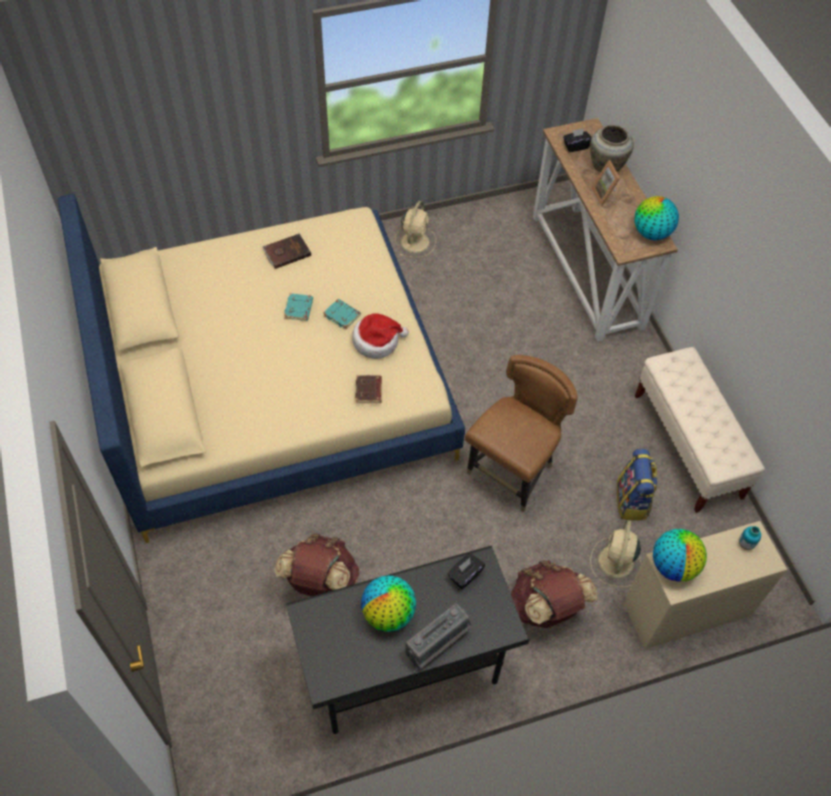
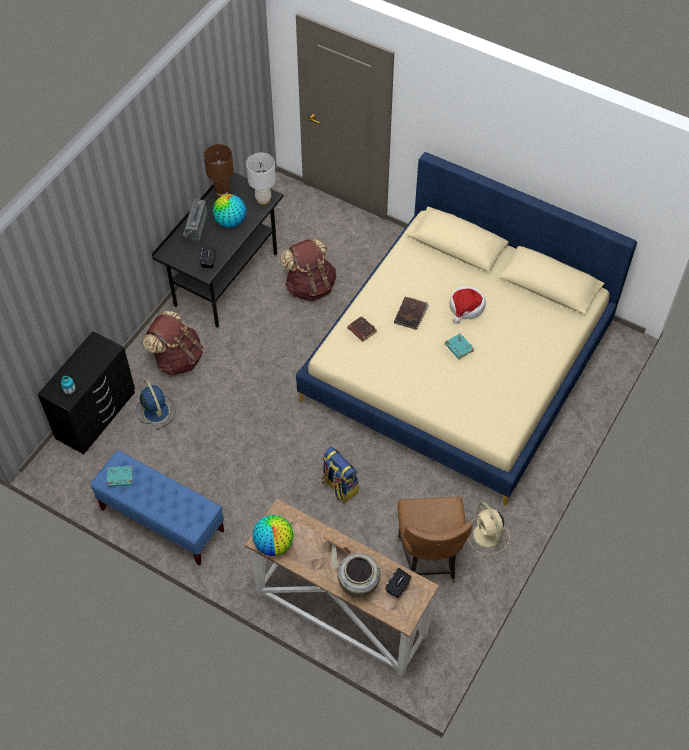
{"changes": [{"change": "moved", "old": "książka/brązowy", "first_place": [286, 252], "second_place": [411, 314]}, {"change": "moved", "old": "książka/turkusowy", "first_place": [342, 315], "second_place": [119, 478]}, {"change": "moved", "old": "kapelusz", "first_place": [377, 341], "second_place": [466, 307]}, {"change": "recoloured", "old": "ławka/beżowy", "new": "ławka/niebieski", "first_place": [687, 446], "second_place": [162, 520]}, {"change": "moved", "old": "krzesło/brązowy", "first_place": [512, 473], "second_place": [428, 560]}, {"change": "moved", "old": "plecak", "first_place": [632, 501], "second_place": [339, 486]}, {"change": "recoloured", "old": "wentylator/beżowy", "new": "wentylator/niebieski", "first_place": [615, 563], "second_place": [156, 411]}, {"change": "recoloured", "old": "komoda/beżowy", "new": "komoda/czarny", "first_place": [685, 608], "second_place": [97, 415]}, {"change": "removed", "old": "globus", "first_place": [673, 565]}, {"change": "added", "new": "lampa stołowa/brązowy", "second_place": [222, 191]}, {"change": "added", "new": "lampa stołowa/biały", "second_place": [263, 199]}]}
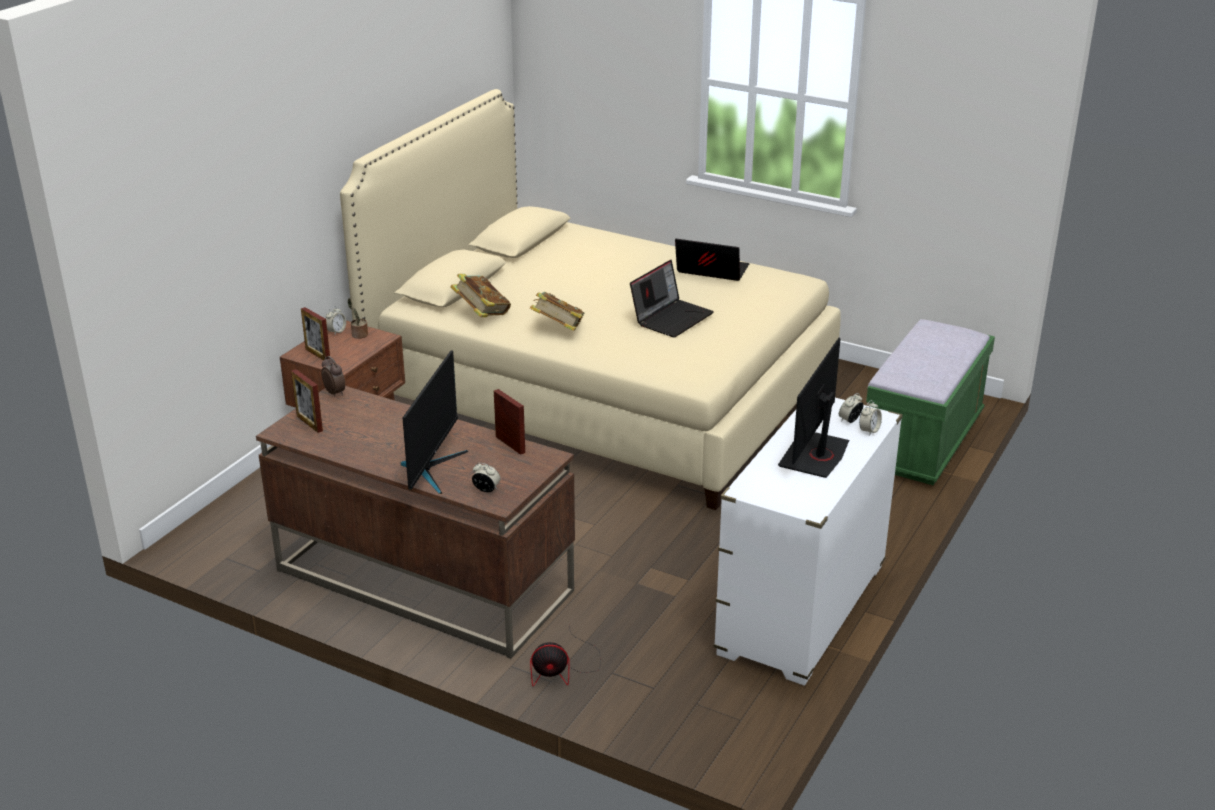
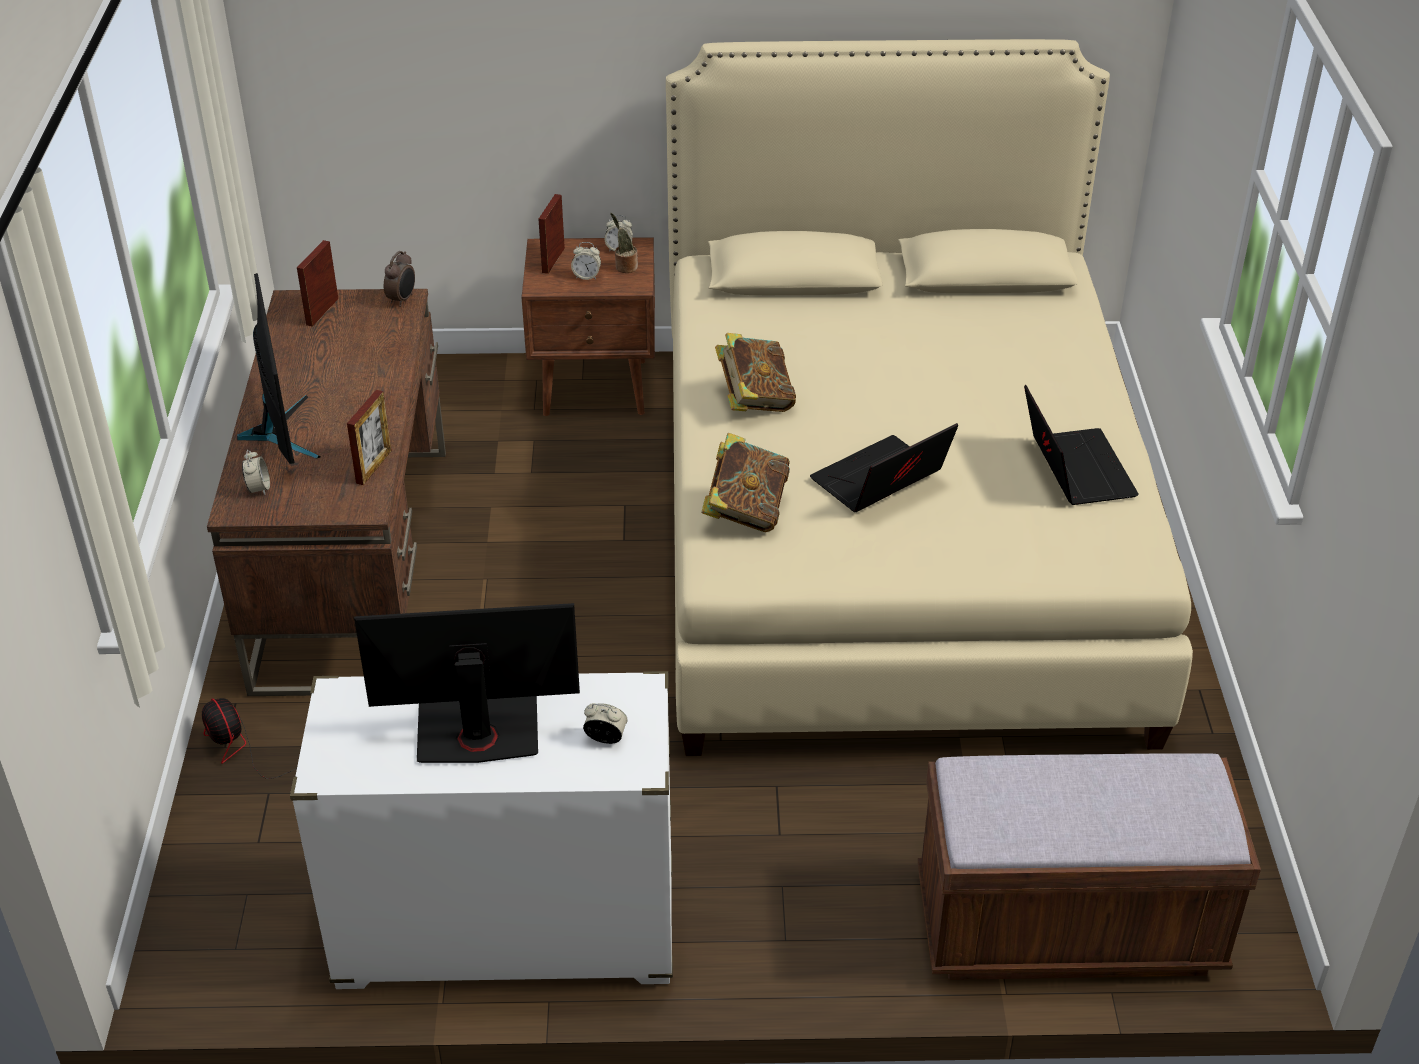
{"changes": [{"change": "turned", "old": "laptop", "first_place": [671, 317], "second_place": [880, 482], "degrees": 135}, {"change": "moved", "old": "książka", "first_place": [481, 314], "second_place": [745, 511]}, {"change": "recoloured", "old": "ławka/zielony", "new": "ławka/brązowy", "first_place": [923, 443], "second_place": [1067, 927]}, {"change": "turned", "old": "monitor", "first_place": [431, 468], "second_place": [280, 431], "degrees": -90}, {"change": "moved", "old": "budzik", "first_place": [869, 431], "second_place": [586, 276]}]}
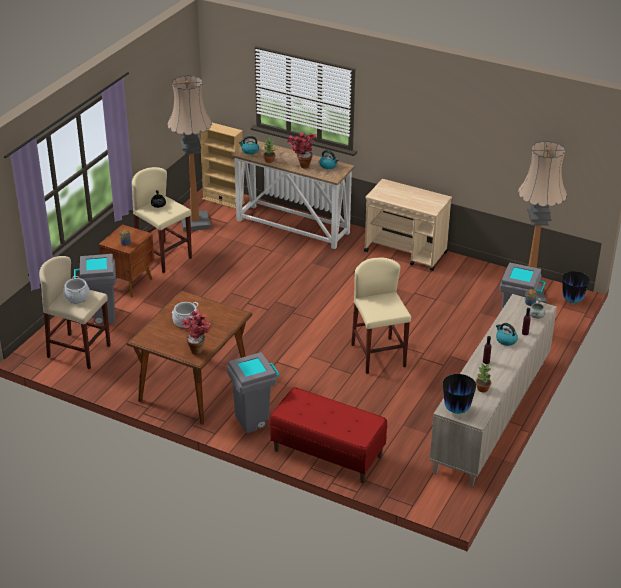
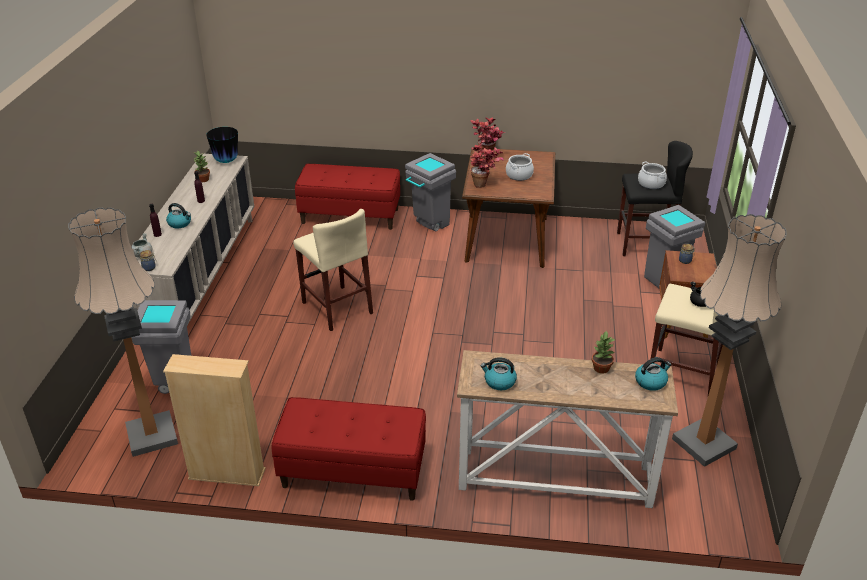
{"changes": [{"change": "moved", "old": "regał/beżowy", "first_place": [223, 201], "second_place": [227, 474]}, {"change": "moved", "old": "roślina doniczkowa", "first_place": [301, 165], "second_place": [484, 185]}, {"change": "replaced", "old": "wózek/beżowy", "new": "ławka/czerwony", "first_place": [406, 252], "second_place": [353, 472]}, {"change": "recoloured", "old": "stołek/beżowy", "new": "stołek/czarny", "first_place": [79, 351], "second_place": [645, 244]}, {"change": "removed", "old": "wazon", "first_place": [572, 300]}]}
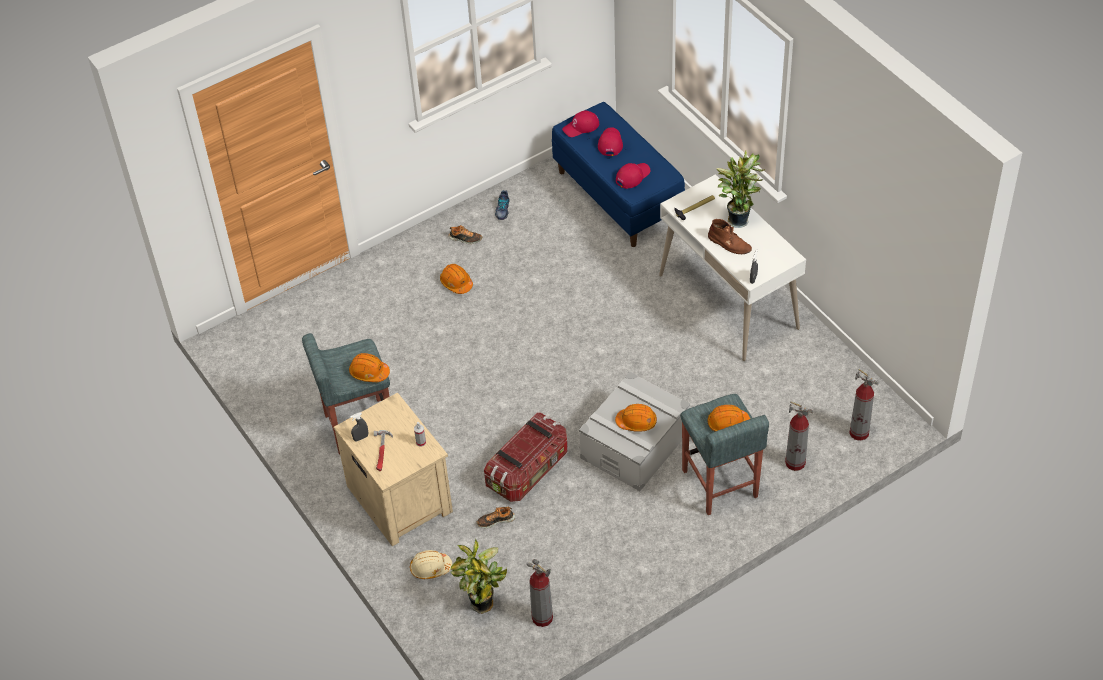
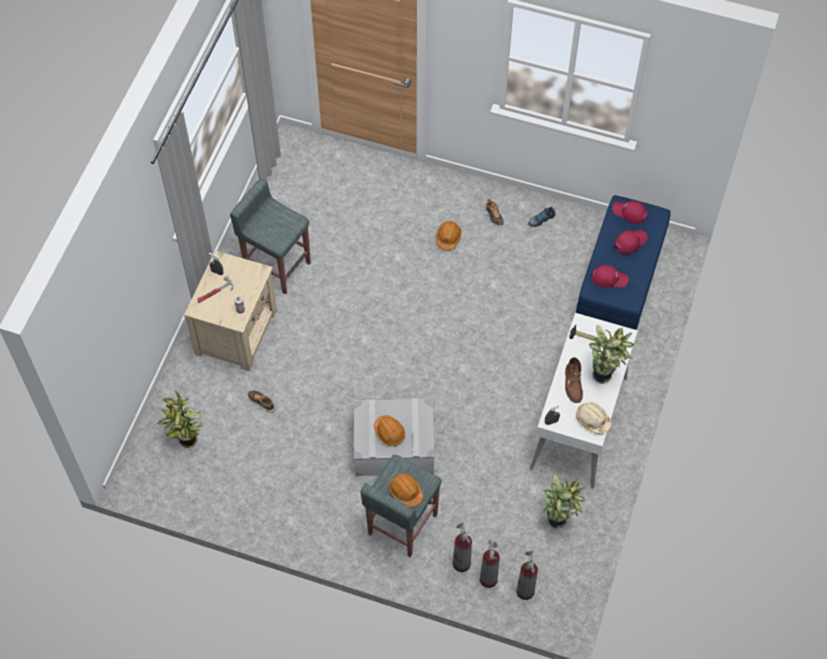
{"changes": [{"change": "removed", "old": "kask/pomarańczowy", "first_place": [369, 372]}, {"change": "removed", "old": "pojemnik do przechowywania", "first_place": [528, 470]}, {"change": "moved", "old": "kask/beżowy", "first_place": [430, 568], "second_place": [592, 420]}, {"change": "moved", "old": "gaśnica", "first_place": [542, 617], "second_place": [488, 579]}, {"change": "added", "new": "roślina doniczkowa", "second_place": [558, 519]}]}
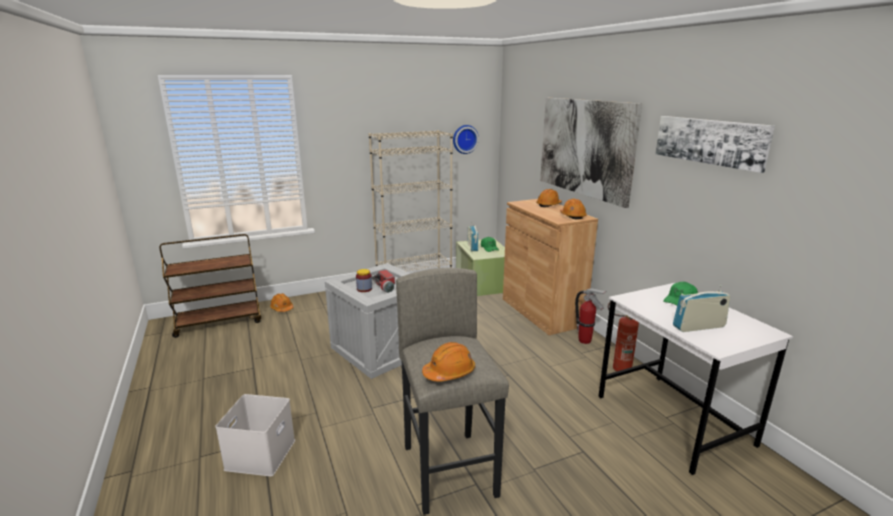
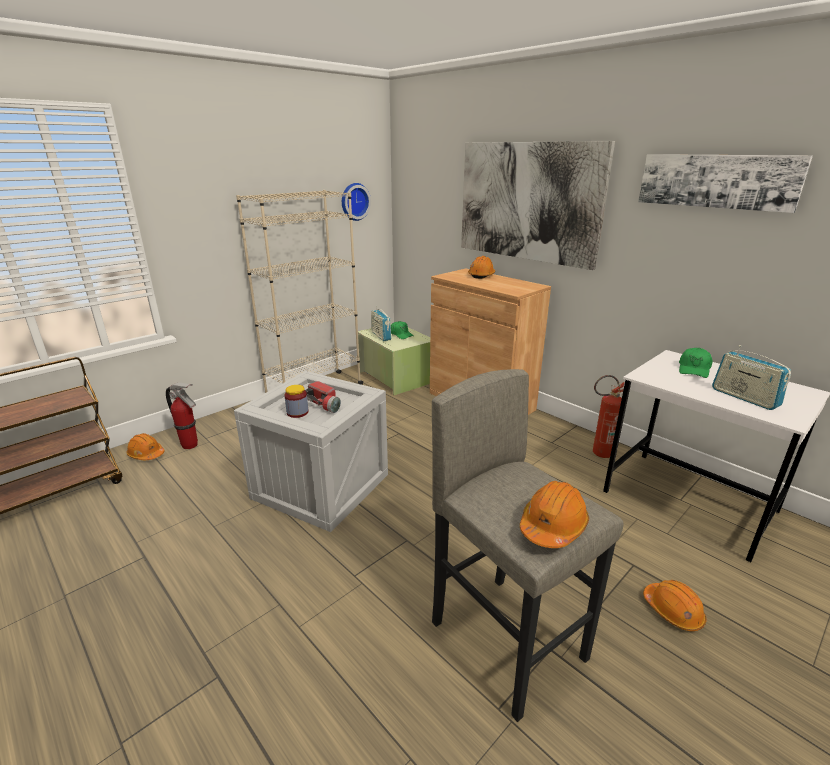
{"changes": [{"change": "moved", "old": "kask/pomarańczowy", "first_place": [572, 216], "second_place": [673, 611]}, {"change": "turned", "old": "radio", "first_place": [698, 327], "second_place": [744, 398], "degrees": -90}, {"change": "moved", "old": "gaśnica", "first_place": [585, 341], "second_place": [190, 445]}, {"change": "removed", "old": "pojemnik do przechowywania/biały", "first_place": [260, 453]}]}
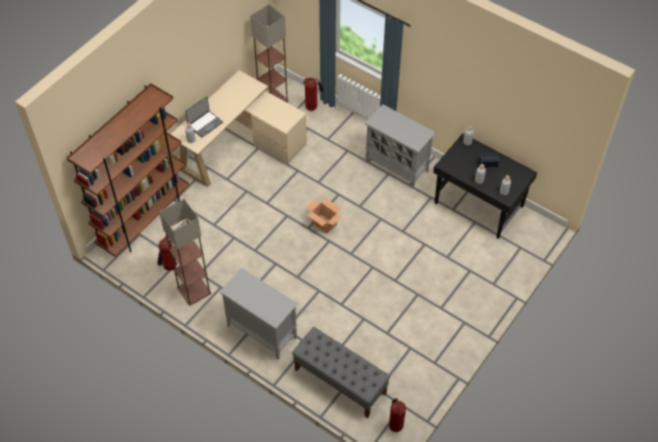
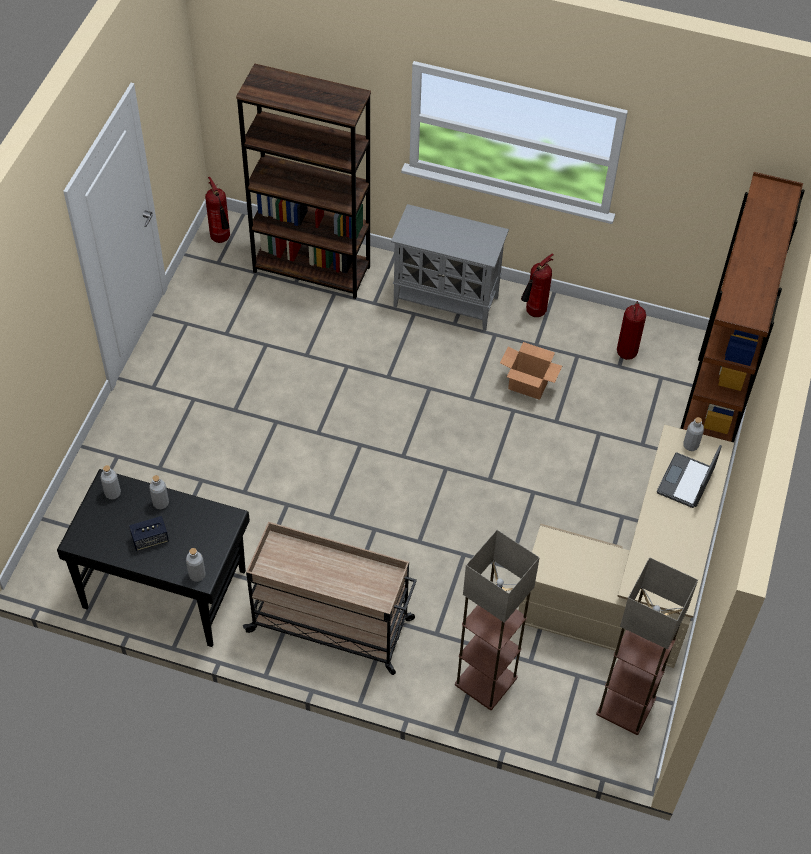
{"changes": [{"change": "moved", "old": "gaśnica", "first_place": [312, 107], "second_place": [534, 313]}, {"change": "replaced", "old": "szafka/szary", "new": "wózek/beżowy", "first_place": [397, 166], "second_place": [332, 626]}, {"change": "moved", "old": "lampa stojąca", "first_place": [194, 290], "second_place": [486, 682]}, {"change": "moved", "old": "karton", "first_place": [324, 224], "second_place": [528, 385]}, {"change": "replaced", "old": "ławka/szary", "new": "regał/brązowy", "first_place": [340, 381], "second_place": [312, 269]}]}
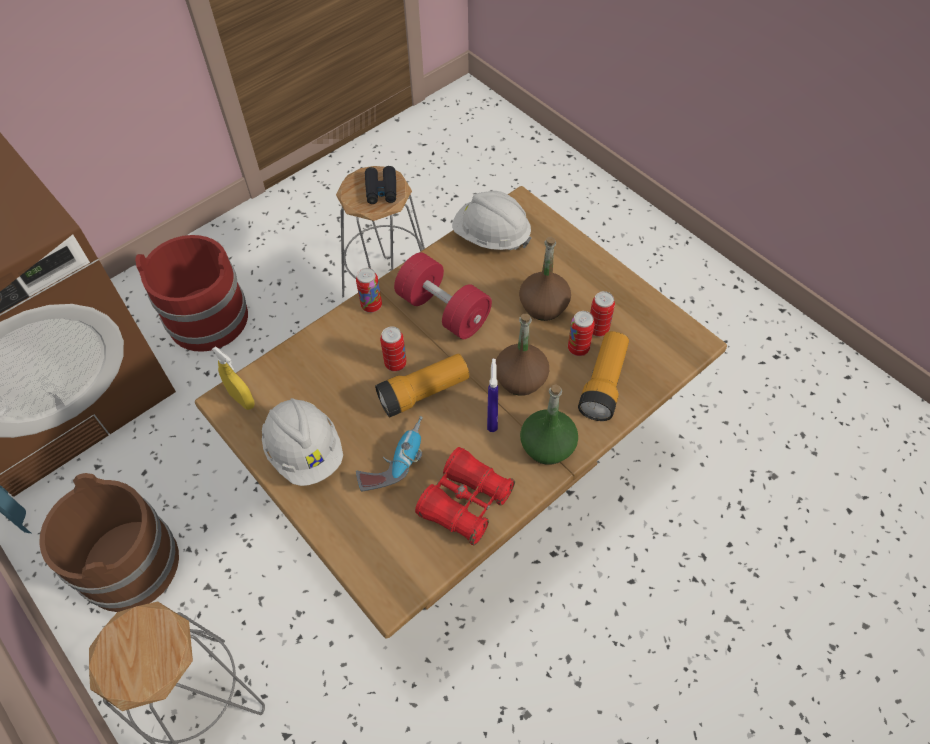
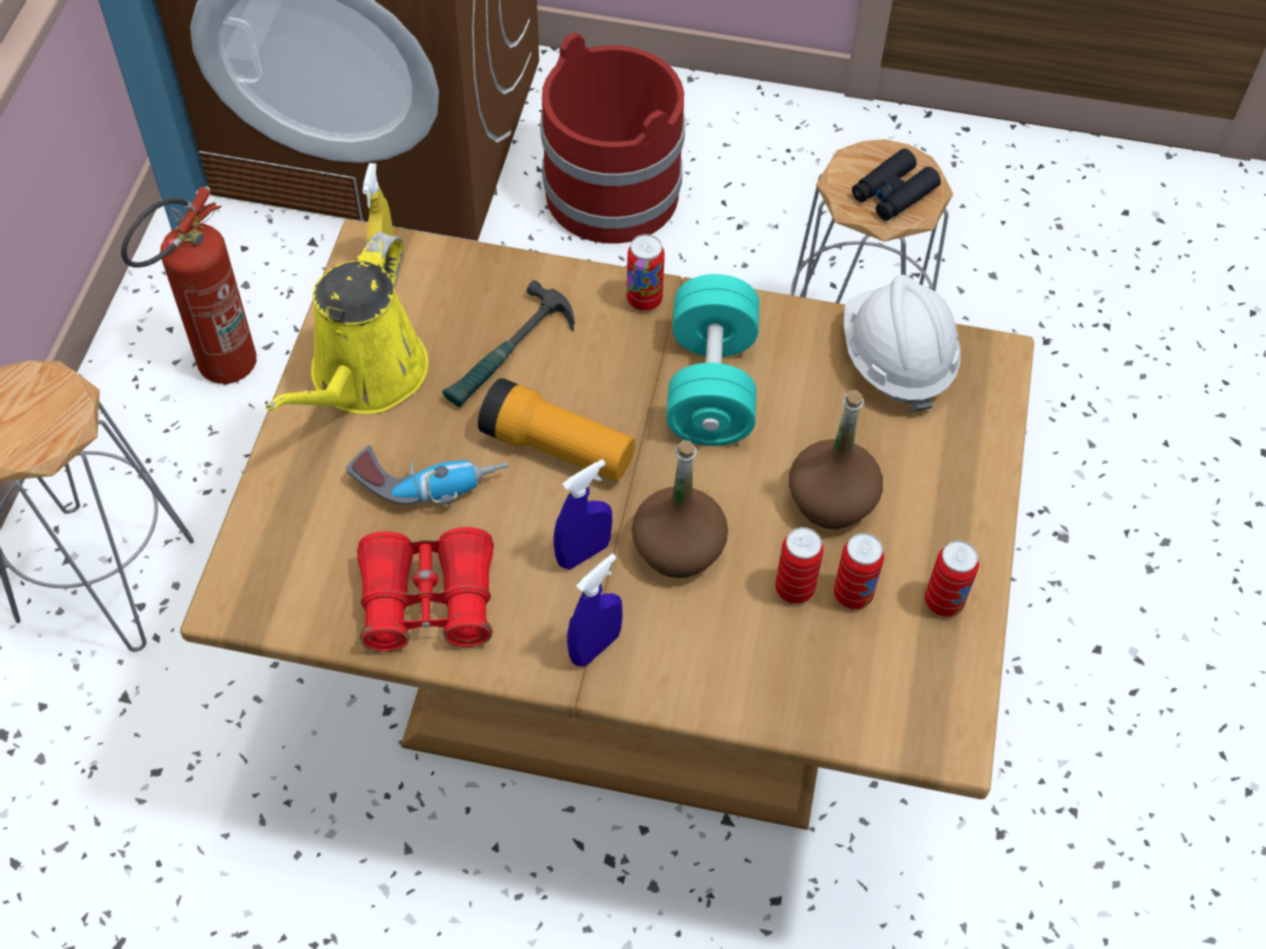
{"changes": [{"change": "recoloured", "old": "hantel/czerwony", "new": "hantel/turkusowy", "first_place": [443, 310], "second_place": [711, 385]}, {"change": "moved", "old": "puszka", "first_place": [395, 364], "second_place": [943, 602]}, {"change": "removed", "old": "latarka", "first_place": [603, 384]}, {"change": "replaced", "old": "butelka/zielony", "new": "spryskiwacz/niebieski", "first_place": [547, 445], "second_place": [595, 647]}, {"change": "replaced", "old": "kask/biały", "new": "konewka/żółty", "first_place": [305, 451], "second_place": [363, 378]}, {"change": "replaced", "old": "wiadro/brązowy", "new": "gaśnica", "first_place": [130, 564], "second_place": [217, 372]}, {"change": "added", "new": "młotek", "second_place": [509, 355]}]}
